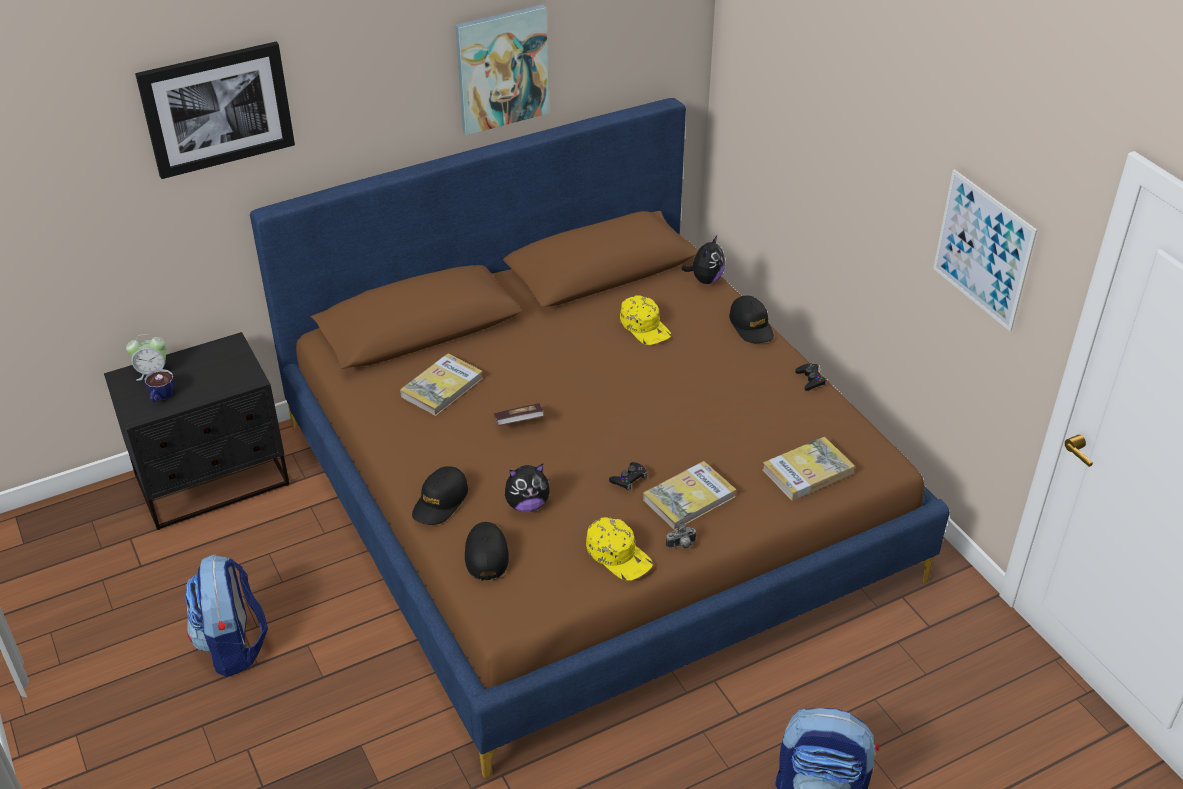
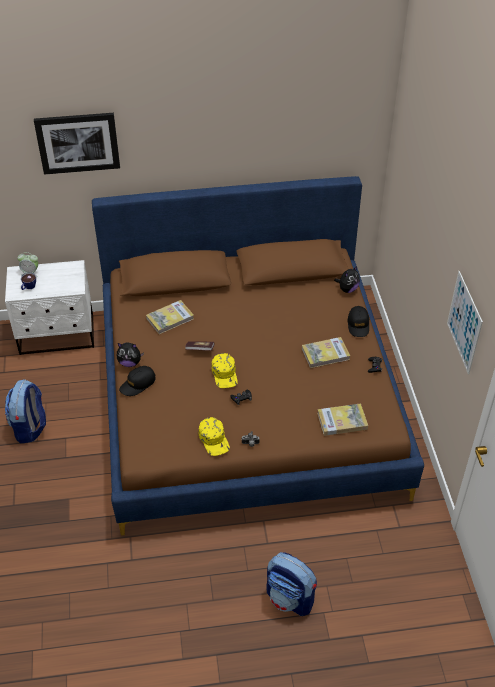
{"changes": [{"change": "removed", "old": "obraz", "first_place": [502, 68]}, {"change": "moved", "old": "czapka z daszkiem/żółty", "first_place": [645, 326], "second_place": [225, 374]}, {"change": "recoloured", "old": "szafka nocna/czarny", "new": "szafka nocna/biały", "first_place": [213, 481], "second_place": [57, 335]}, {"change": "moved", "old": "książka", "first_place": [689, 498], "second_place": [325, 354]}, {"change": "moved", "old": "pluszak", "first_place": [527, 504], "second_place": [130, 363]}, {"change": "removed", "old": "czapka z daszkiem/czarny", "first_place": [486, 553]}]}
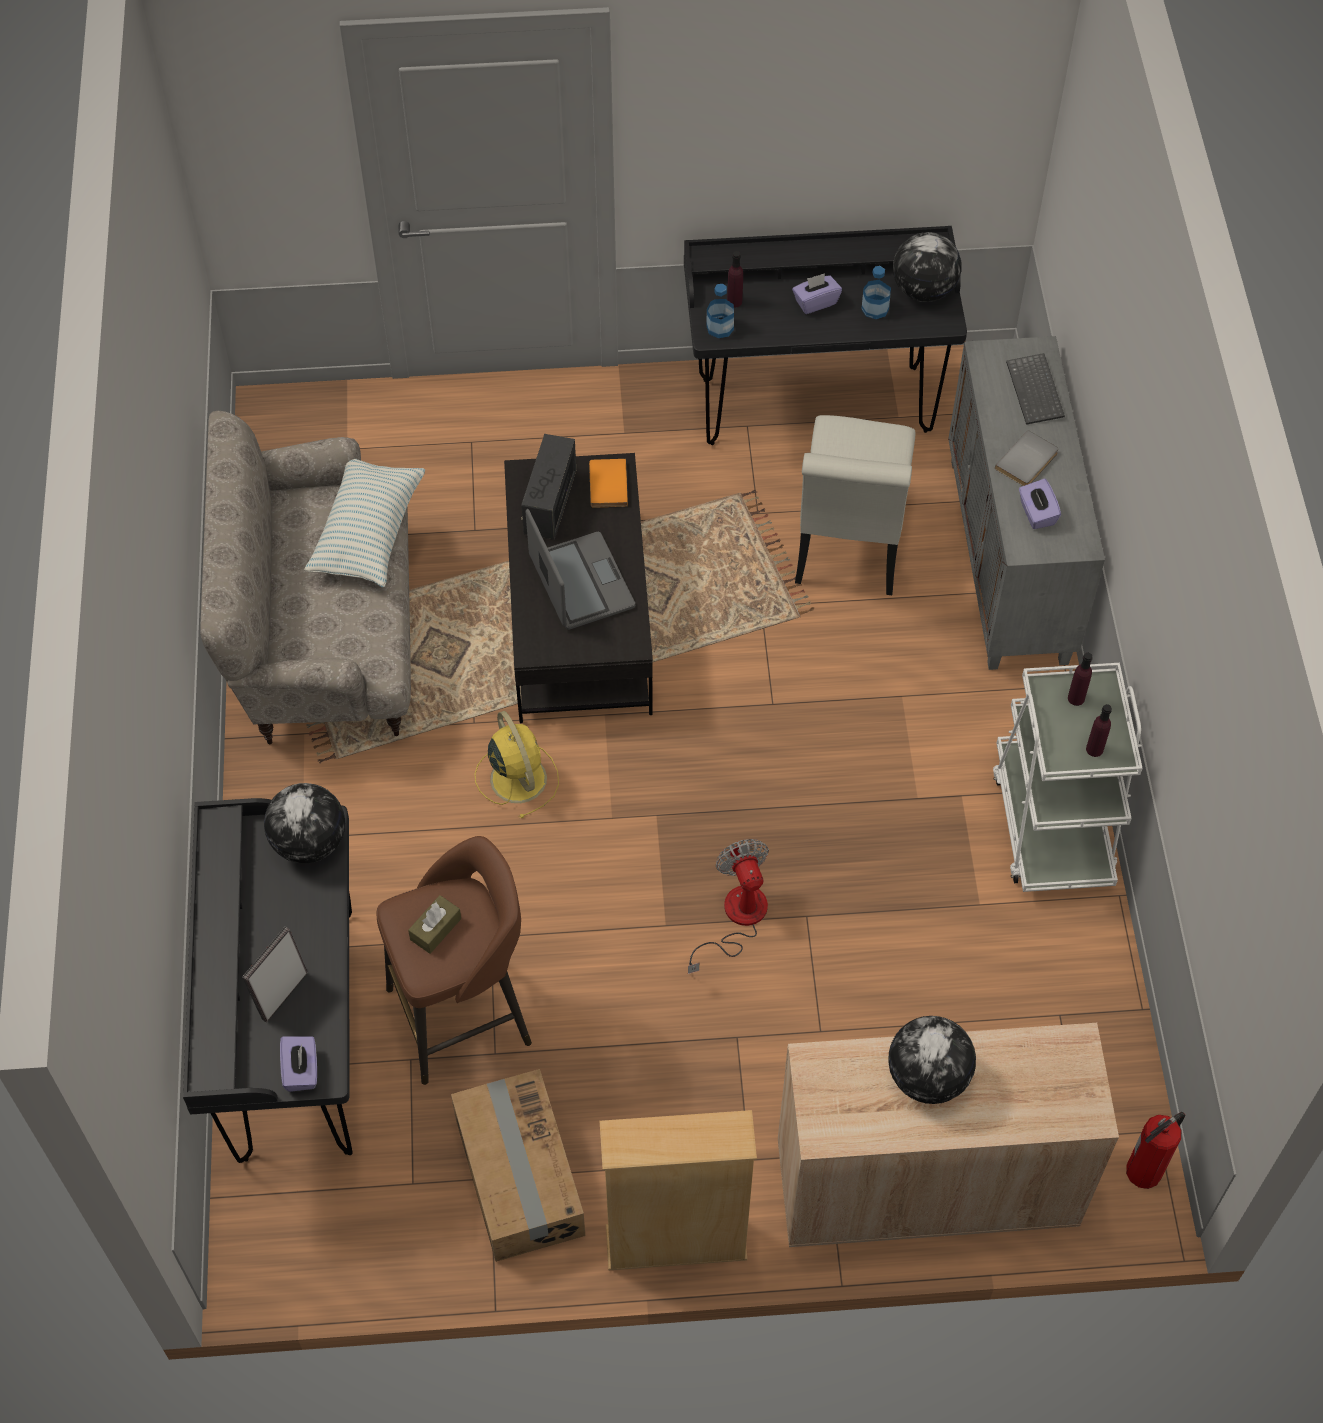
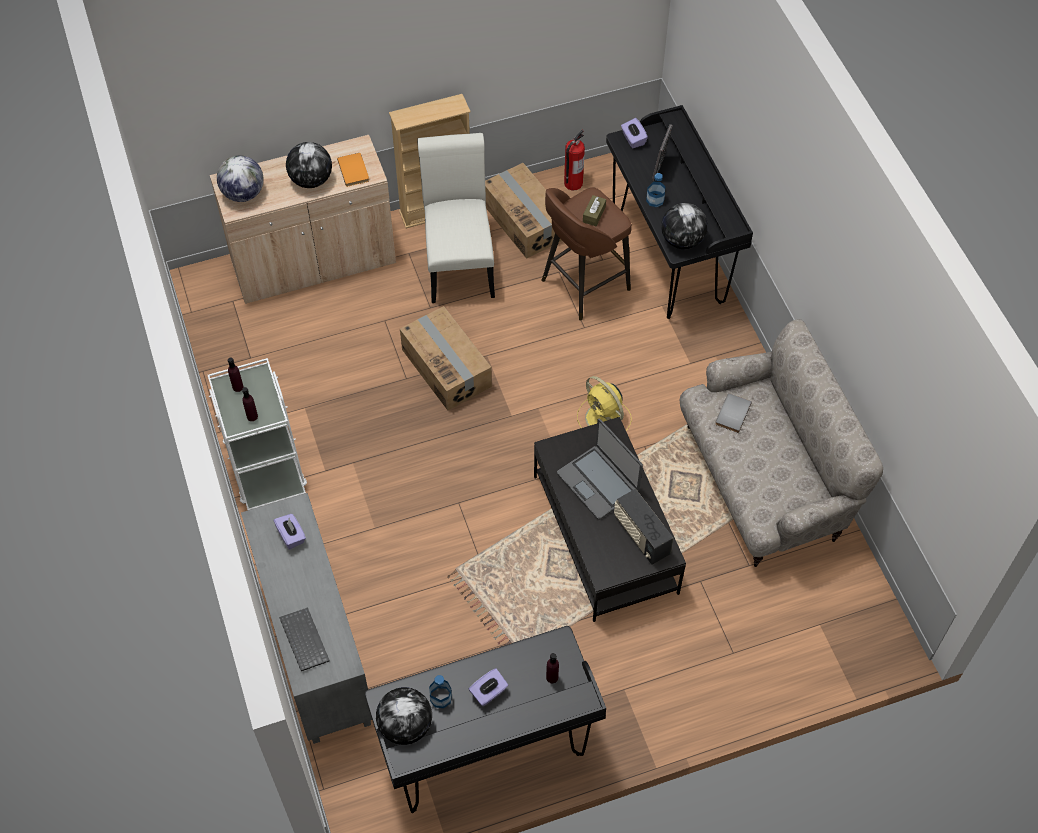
{"changes": [{"change": "moved", "old": "butelka", "first_place": [720, 327], "second_place": [655, 200]}, {"change": "moved", "old": "krzesło/biały", "first_place": [848, 549], "second_place": [459, 263]}, {"change": "moved", "old": "książka/szary", "first_place": [1028, 462], "second_place": [731, 413]}, {"change": "turned", "old": "radio", "first_place": [549, 503], "second_place": [641, 536], "degrees": 150}, {"change": "removed", "old": "poduszka", "first_place": [368, 533]}, {"change": "moved", "old": "książka/pomarańczowy", "first_place": [606, 485], "second_place": [354, 170]}, {"change": "replaced", "old": "wentylator", "new": "karton", "first_place": [736, 919], "second_place": [447, 367]}, {"change": "moved", "old": "gaśnica", "first_place": [1144, 1171], "second_place": [573, 183]}, {"change": "added", "new": "globus", "second_place": [243, 194]}]}
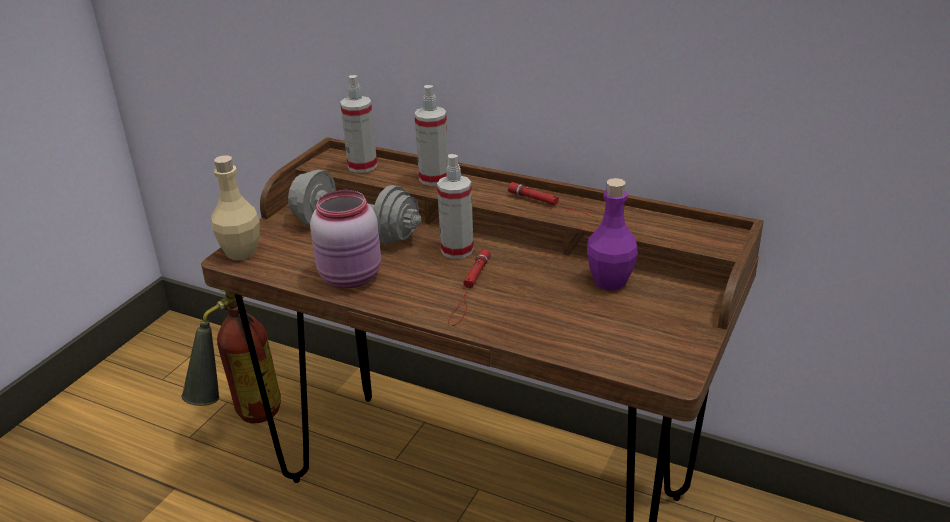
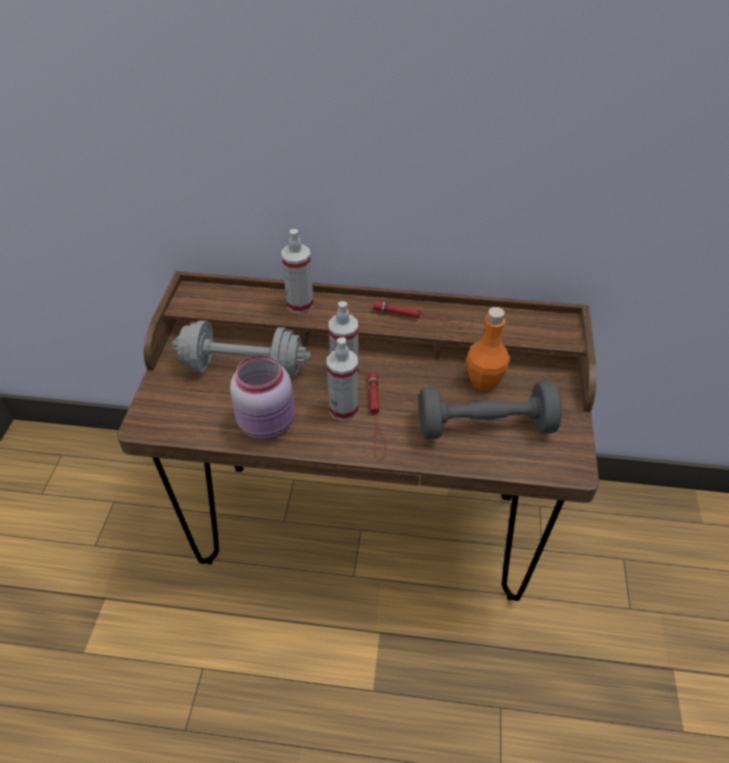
{"changes": [{"change": "moved", "old": "spryskiwacz", "first_place": [362, 166], "second_place": [343, 409]}, {"change": "removed", "old": "butelka/beżowy", "first_place": [241, 252]}, {"change": "recoloured", "old": "butelka/fioletowy", "new": "butelka/pomarańczowy", "first_place": [610, 281], "second_place": [484, 381]}, {"change": "removed", "old": "gaśnica", "first_place": [243, 421]}, {"change": "added", "new": "hantel/szary", "second_place": [485, 426]}]}
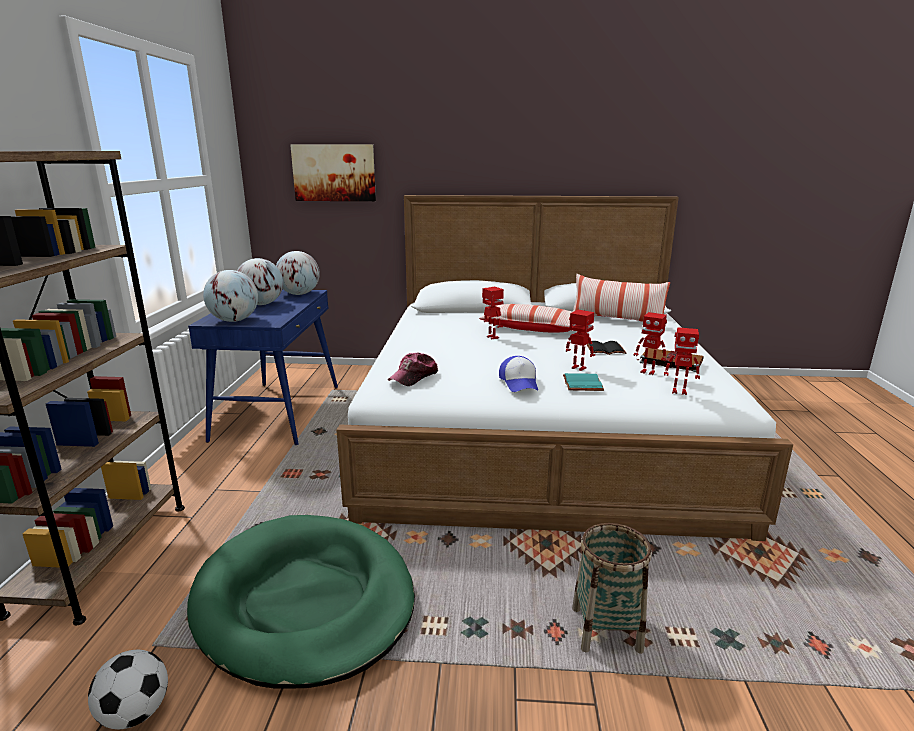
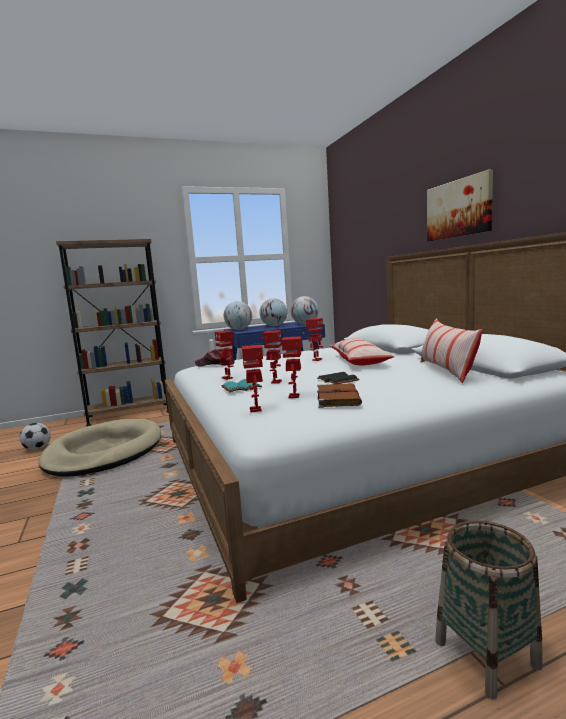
{"changes": [{"change": "moved", "old": "obraz", "first_place": [334, 173], "second_place": [458, 208]}, {"change": "replaced", "old": "czapka z daszkiem", "new": "robot zabawkowy", "first_place": [519, 382], "second_place": [228, 378]}, {"change": "recoloured", "old": "legowisko/zielony", "new": "legowisko/beżowy", "first_place": [305, 601], "second_place": [104, 452]}, {"change": "moved", "old": "koszyk", "first_place": [606, 630], "second_place": [487, 654]}]}
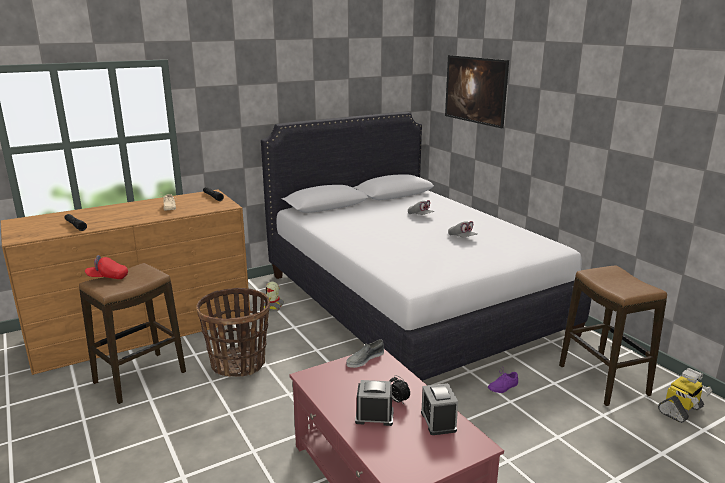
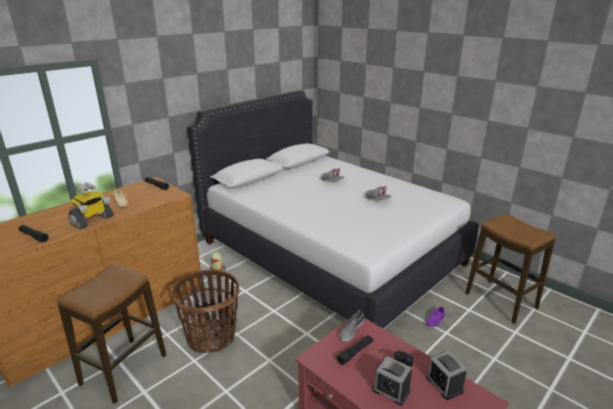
{"changes": [{"change": "removed", "old": "obraz", "first_place": [474, 106]}, {"change": "removed", "old": "czapka z daszkiem/czerwony", "first_place": [107, 277]}, {"change": "moved", "old": "robot zabawkowy", "first_place": [681, 410], "second_place": [92, 220]}, {"change": "turned", "old": "budzik", "first_place": [374, 416], "second_place": [391, 390], "degrees": -135}, {"change": "added", "new": "latarka/czarny", "second_place": [355, 352]}]}
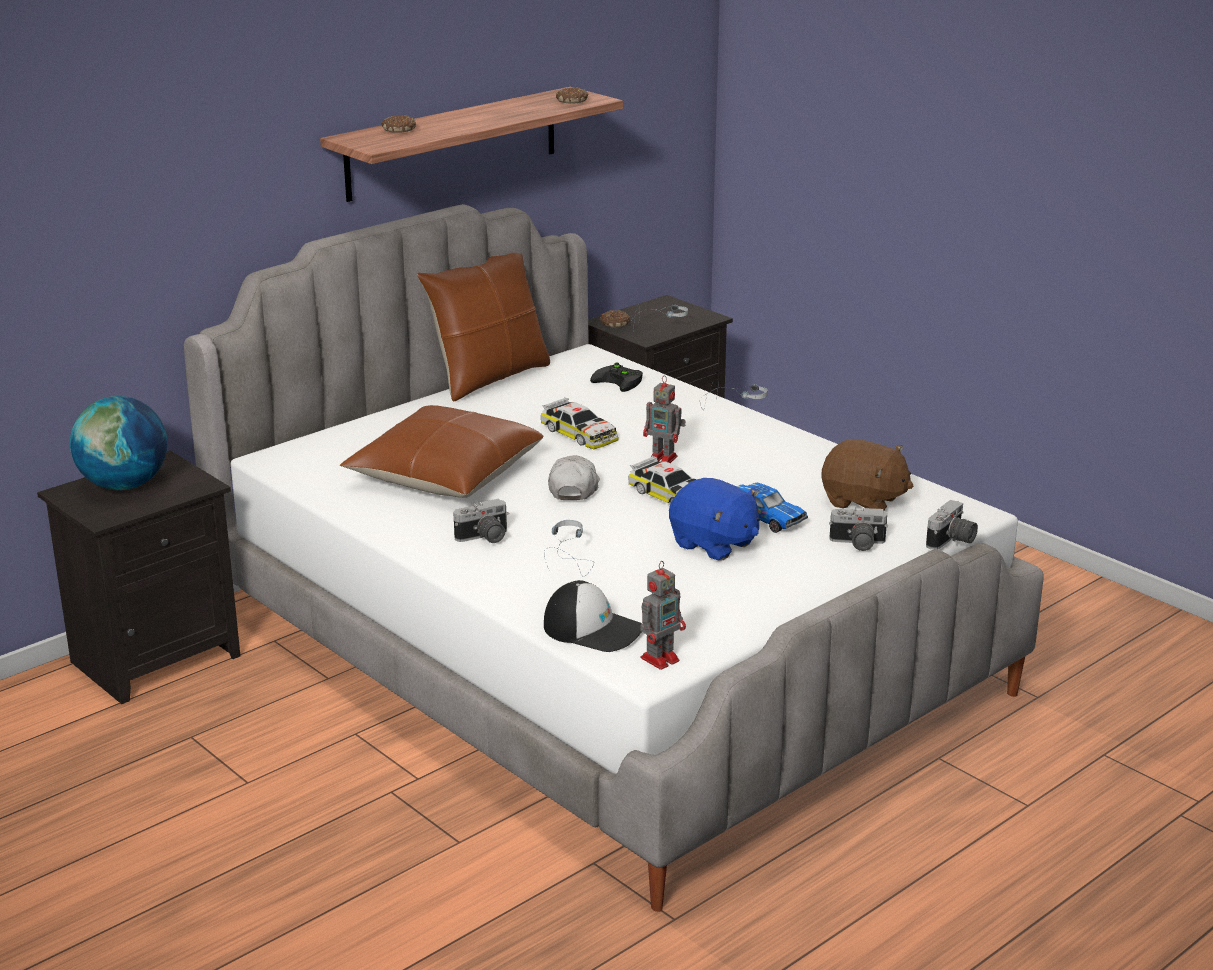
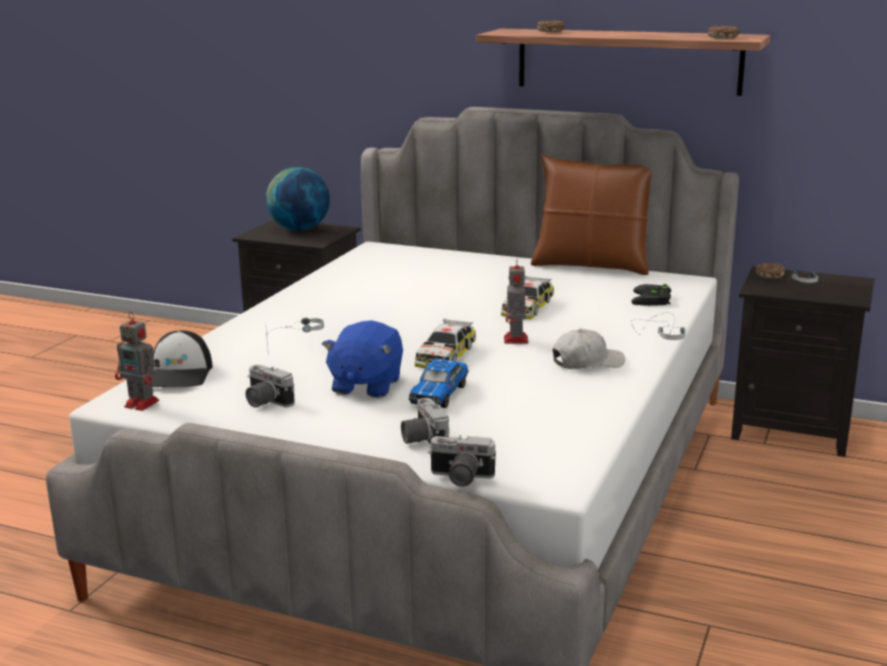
{"changes": [{"change": "removed", "old": "poduszka/brązowy", "first_place": [444, 474]}, {"change": "removed", "old": "pluszak/brązowy", "first_place": [863, 501]}, {"change": "moved", "old": "czapka z daszkiem/biały", "first_place": [574, 488], "second_place": [587, 362]}, {"change": "moved", "old": "aparat fotograficzny", "first_place": [484, 538], "second_place": [264, 402]}]}
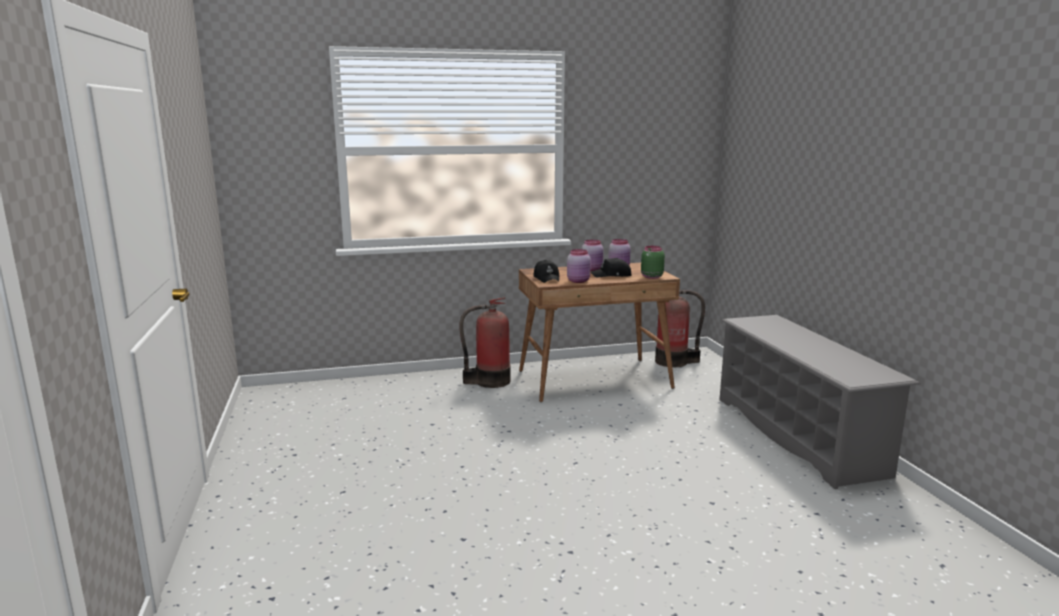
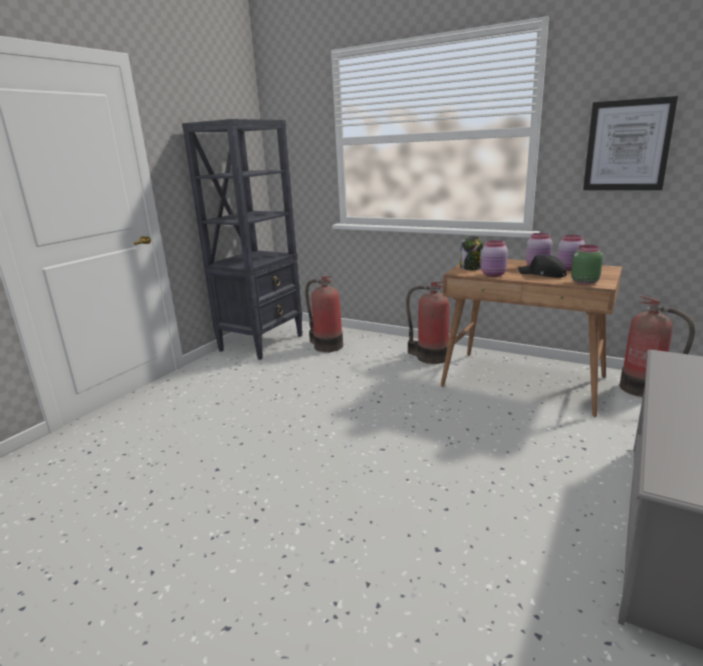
{"changes": [{"change": "replaced", "old": "czapka z daszkiem/czarny", "new": "słoik", "first_place": [547, 278], "second_place": [471, 268]}, {"change": "added", "new": "obraz", "second_place": [627, 145]}, {"change": "added", "new": "regał/czarny", "second_place": [262, 343]}, {"change": "added", "new": "gaśnica", "second_place": [326, 346]}]}
